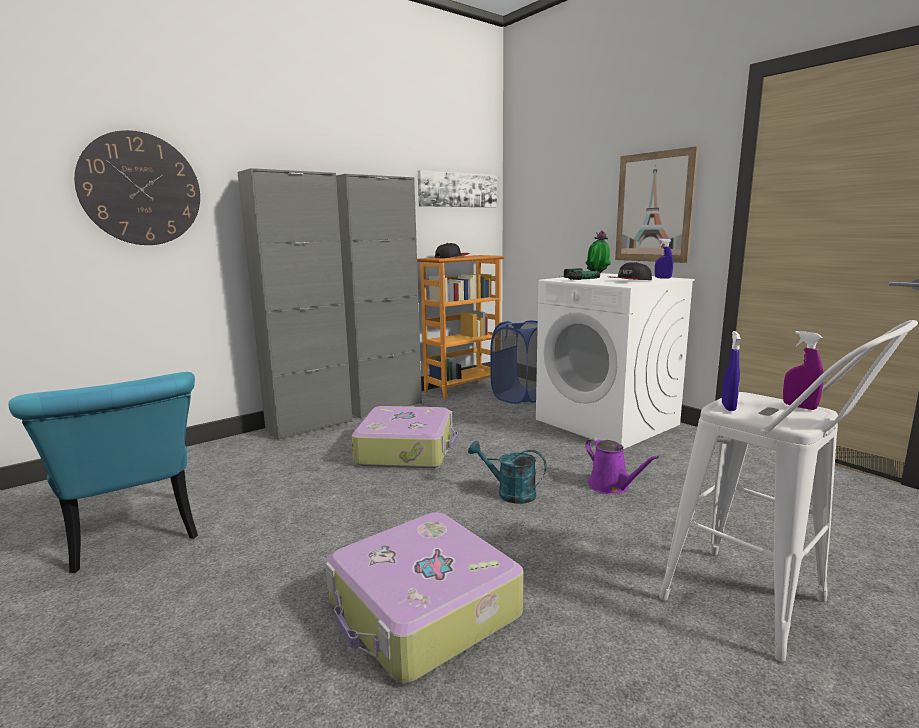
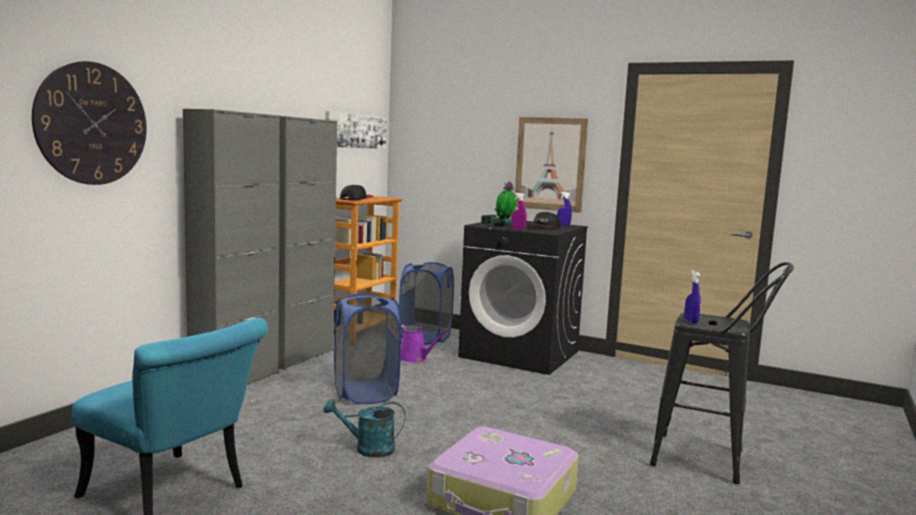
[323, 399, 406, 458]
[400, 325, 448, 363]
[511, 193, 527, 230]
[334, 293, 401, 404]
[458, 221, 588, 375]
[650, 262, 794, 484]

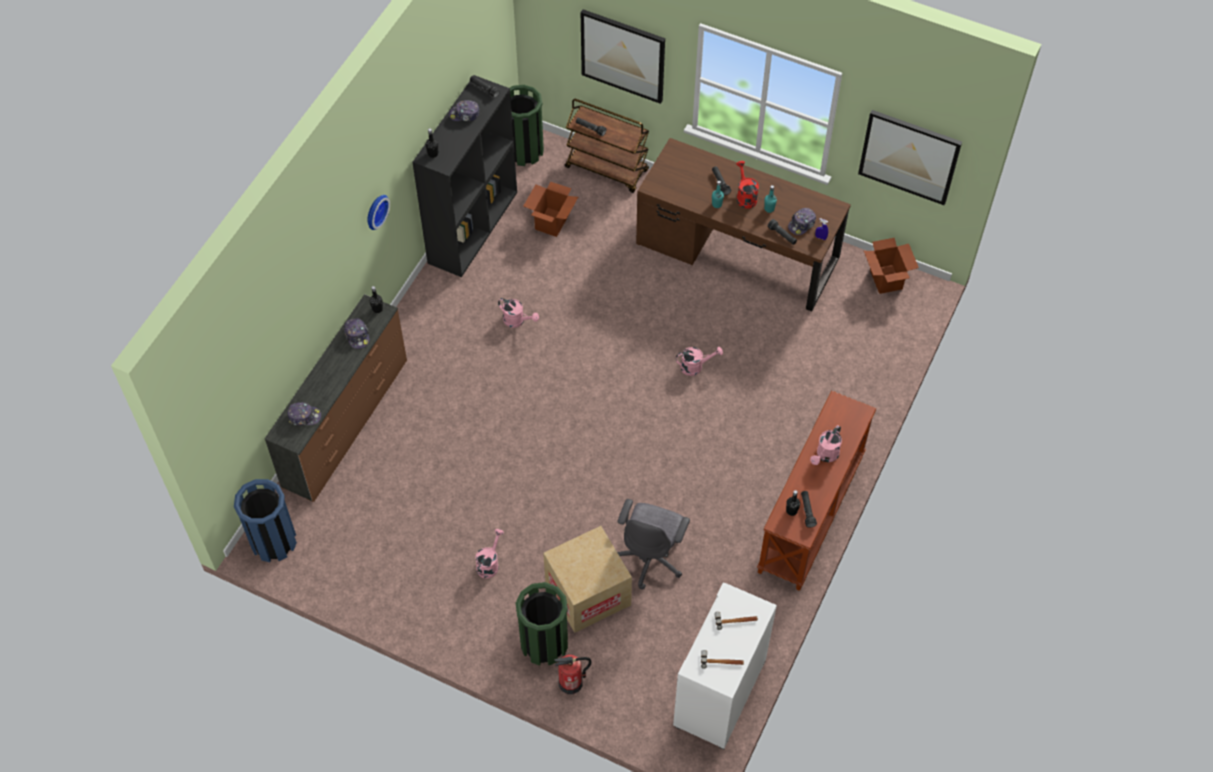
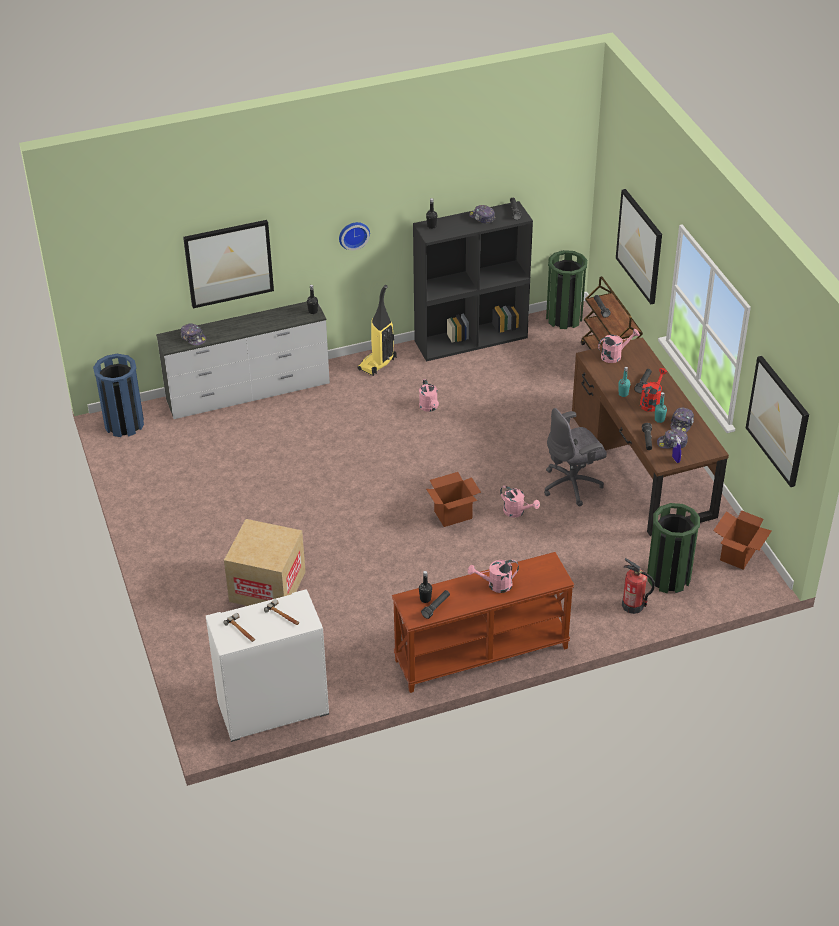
[183, 220, 274, 308]
[357, 285, 397, 376]
[670, 407, 694, 432]
[598, 329, 640, 363]
[647, 503, 700, 593]
[426, 472, 481, 527]
[622, 558, 655, 614]
[545, 408, 607, 506]
[156, 302, 330, 419]

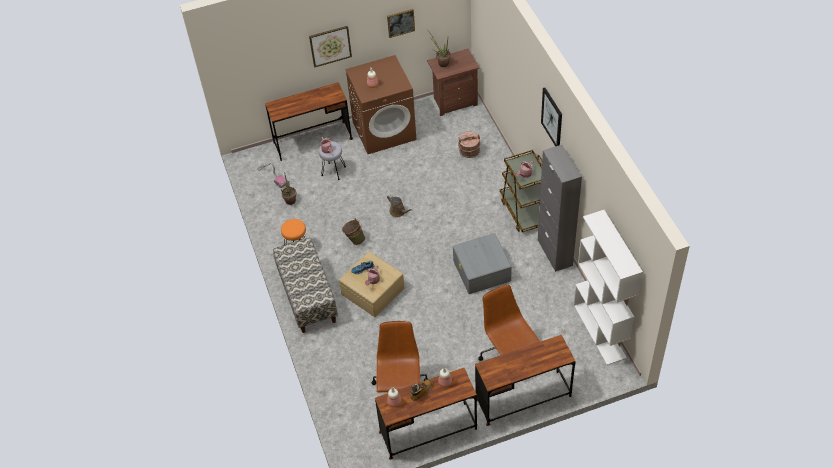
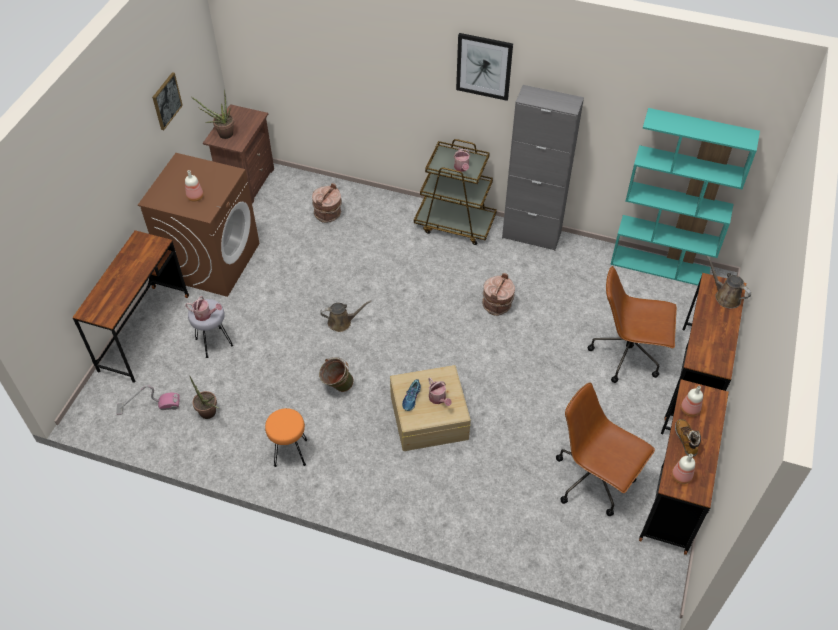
[273, 238, 338, 333] (first image)
[309, 26, 352, 67] (first image)
[707, 256, 751, 309]
[482, 273, 515, 316]
[610, 108, 760, 286]

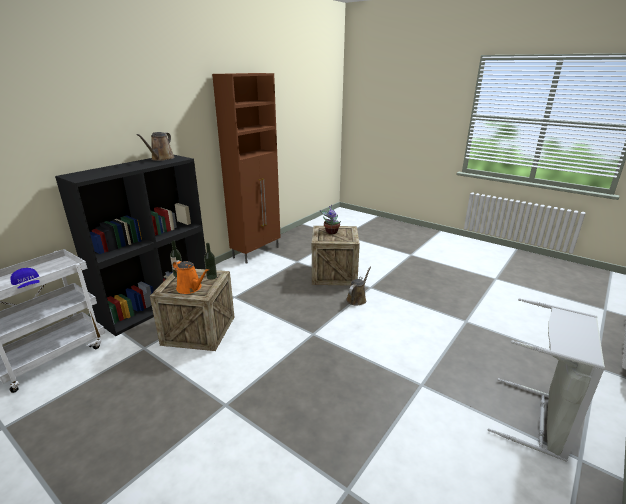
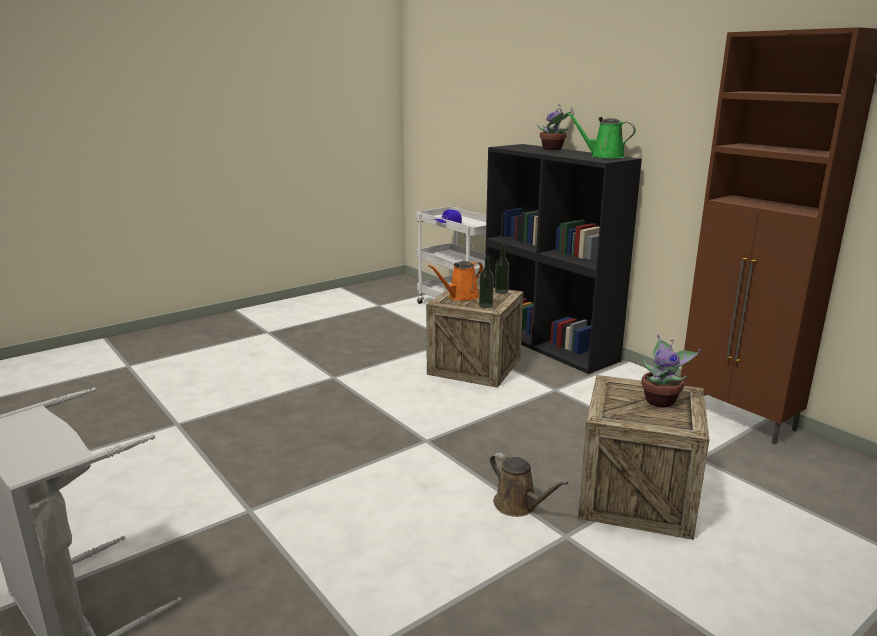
[537, 104, 572, 150]
[567, 112, 636, 159]

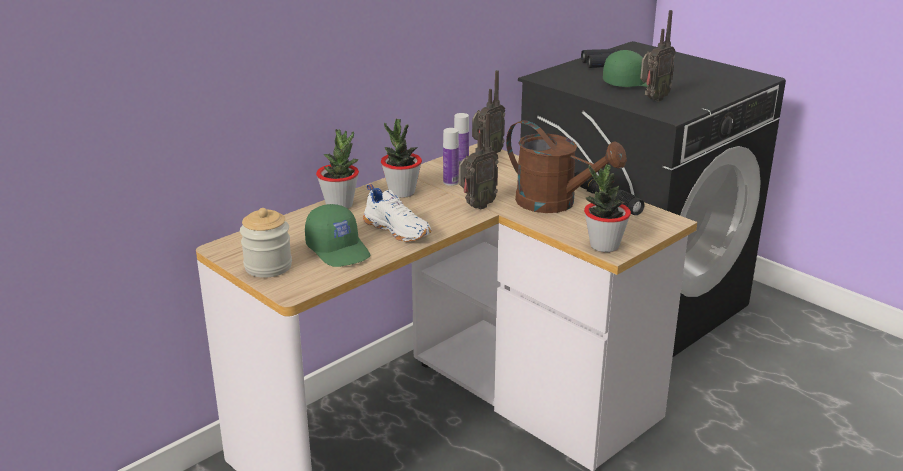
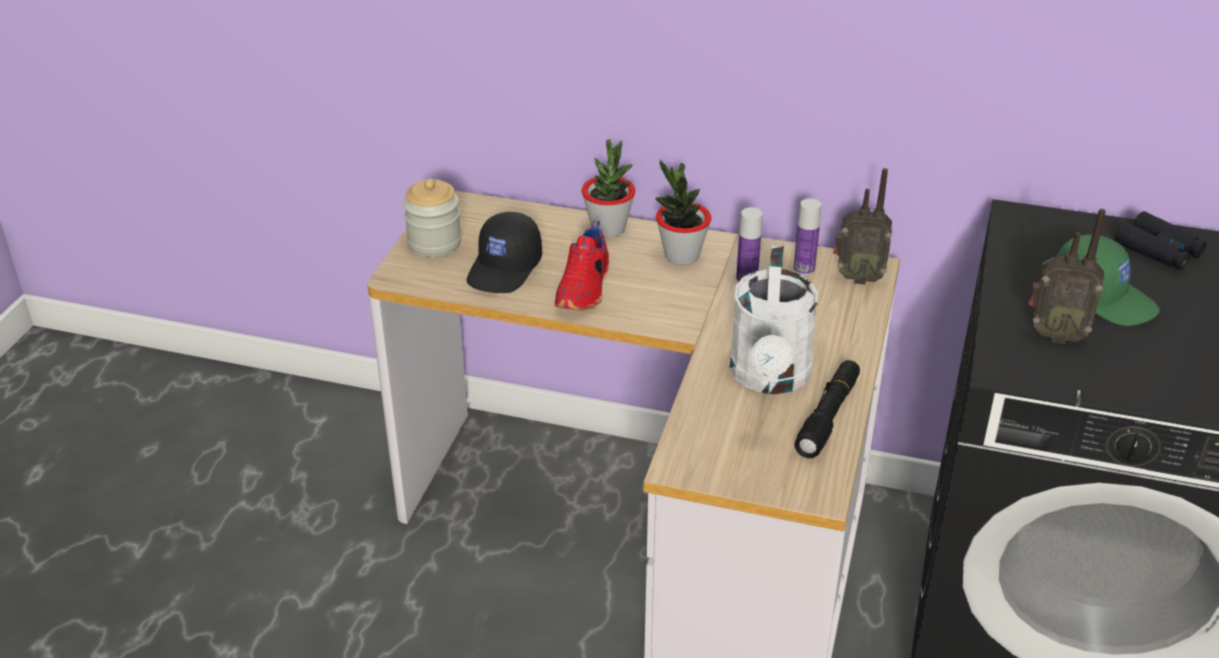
[459, 113, 499, 209] (first image)
[584, 164, 631, 252] (first image)
[467, 212, 542, 293]
[555, 220, 609, 310]
[730, 245, 818, 394]

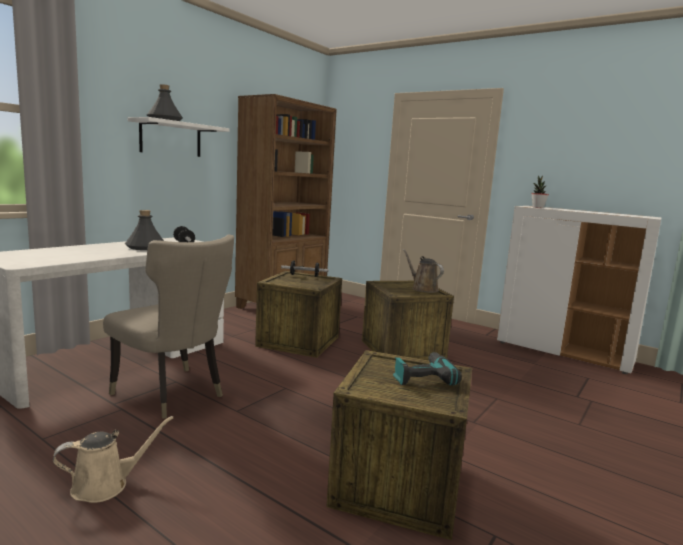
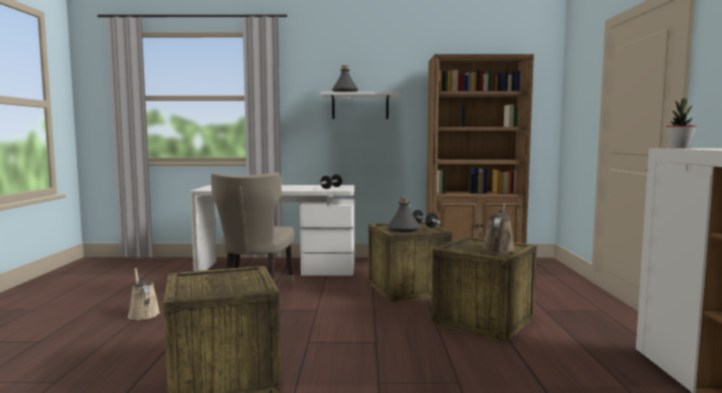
[393, 352, 462, 386] (first image)
[388, 197, 420, 232]
[128, 268, 160, 320]

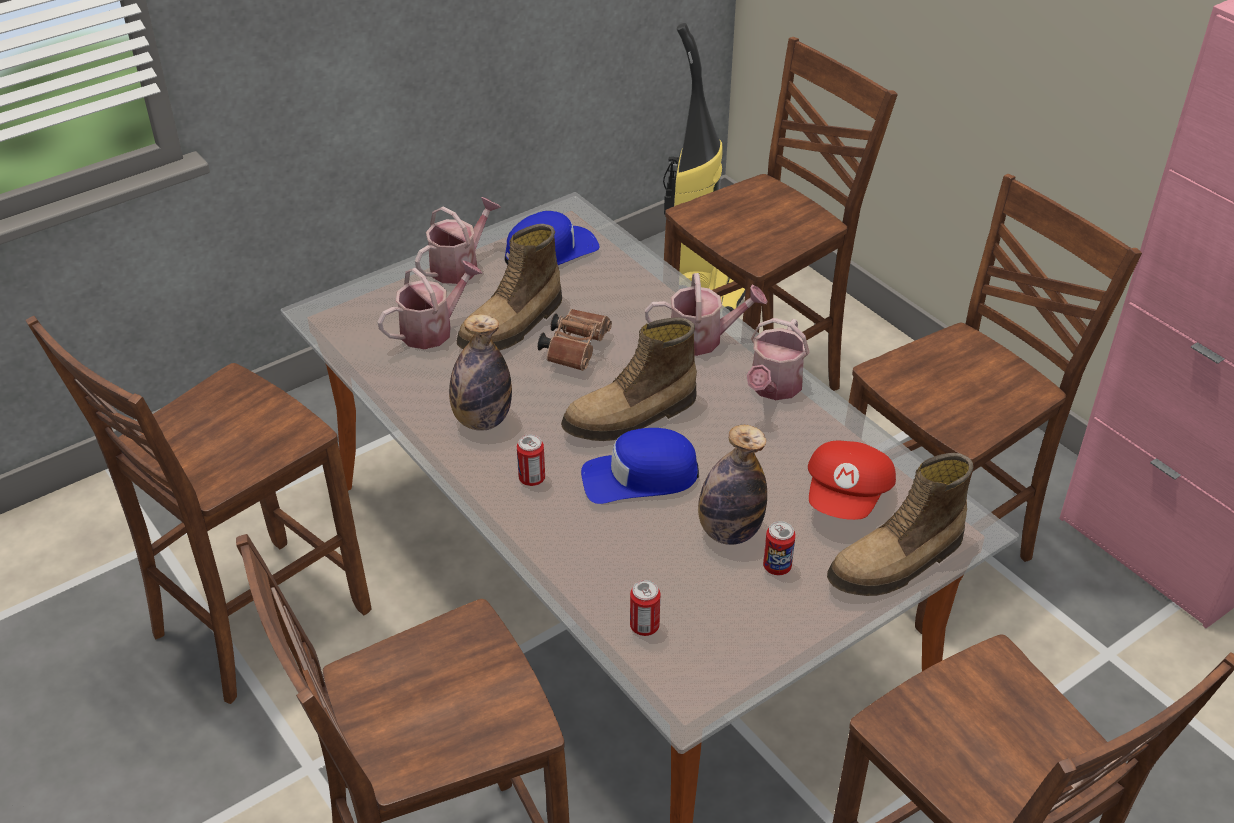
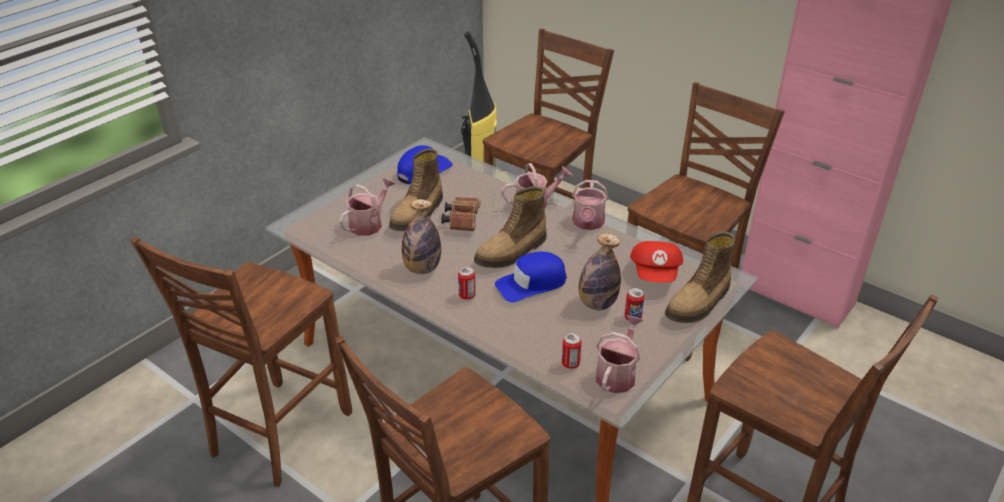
[596, 315, 644, 393]

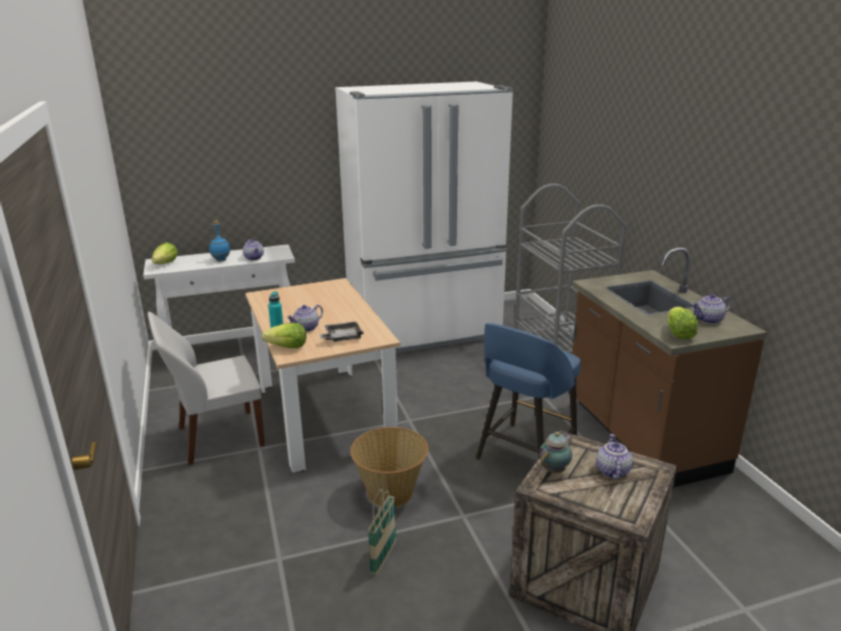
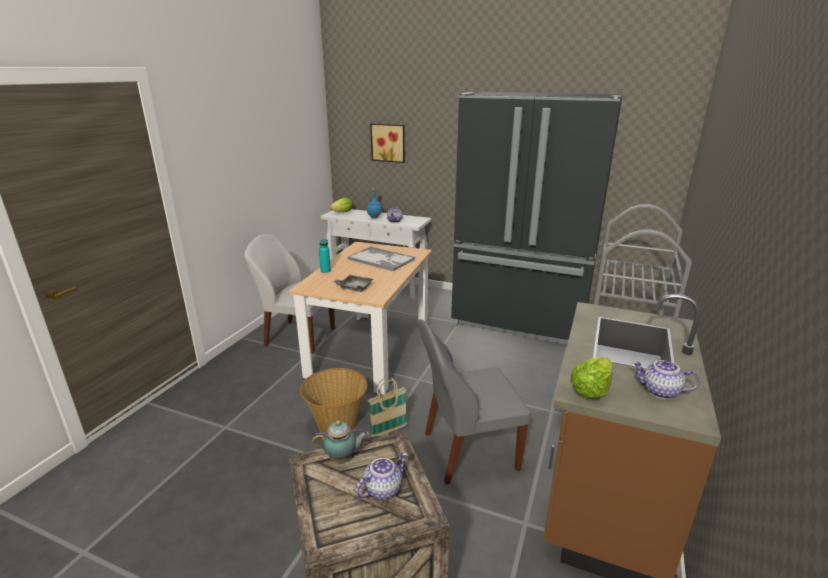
[262, 323, 306, 348] (first image)
[287, 305, 323, 332] (first image)
[348, 247, 415, 271]
[370, 124, 405, 163]
[368, 377, 407, 437]
[418, 319, 530, 484]
[451, 92, 623, 345]

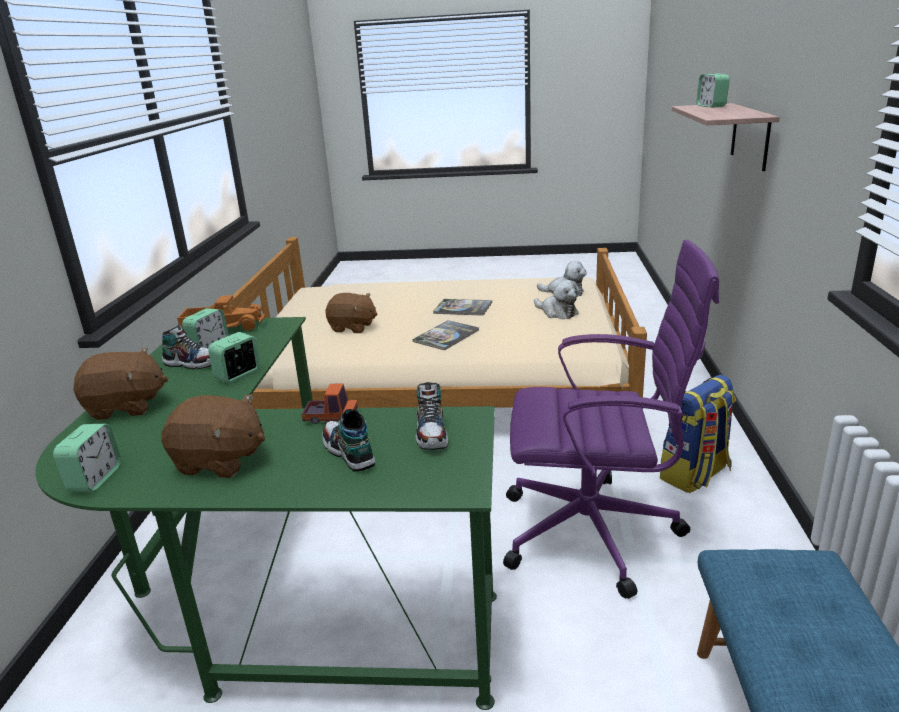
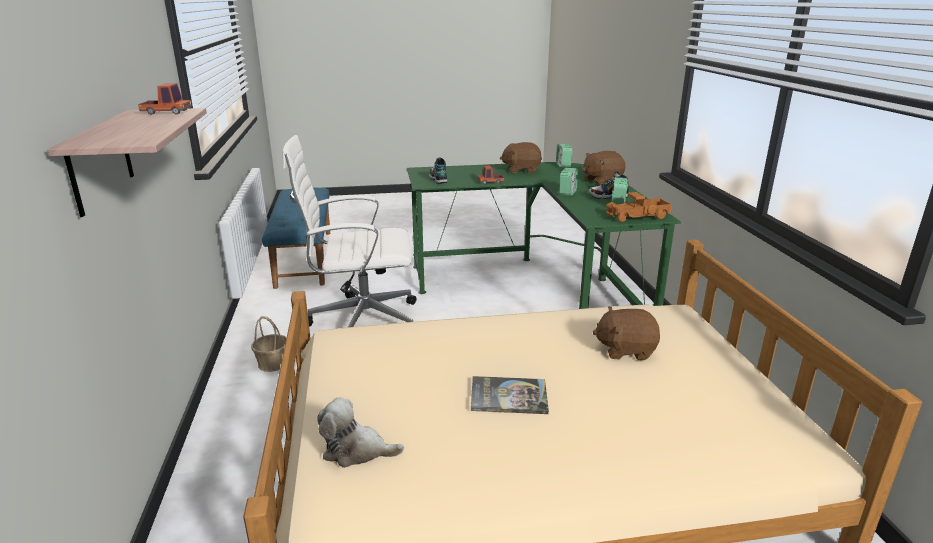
[322, 409, 375, 472] (first image)
[412, 320, 479, 350] (first image)
[534, 280, 580, 319] (first image)
[697, 73, 730, 108] (first image)
[138, 83, 192, 115]
[251, 316, 287, 372]
[282, 135, 417, 328]

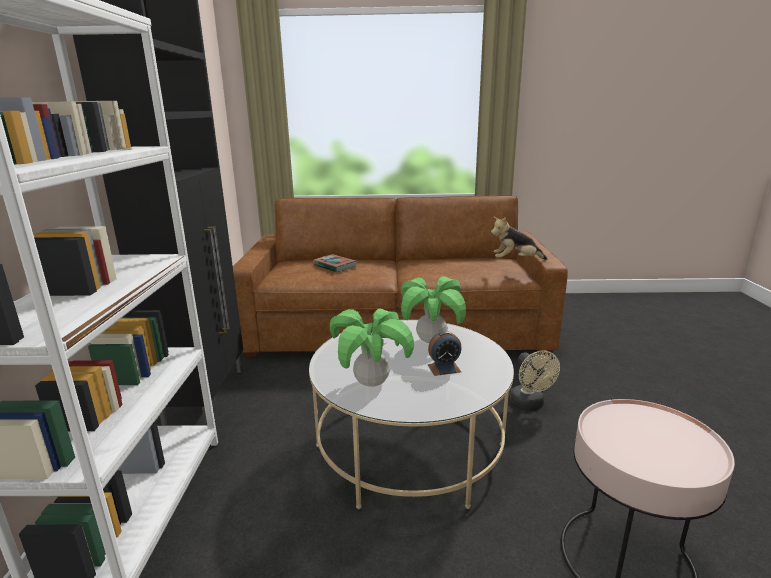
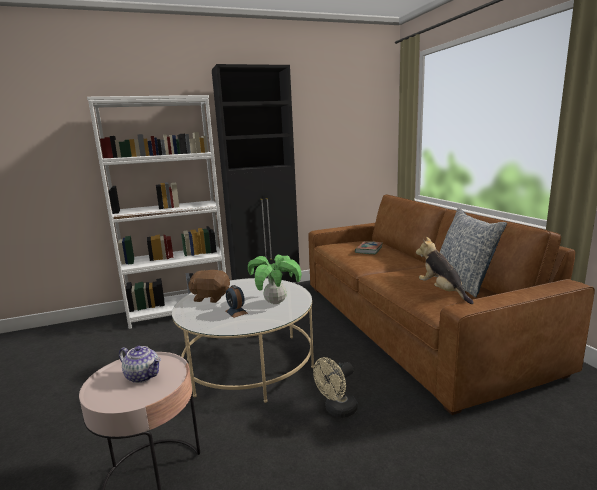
[119, 346, 161, 383]
[440, 208, 507, 297]
[188, 269, 230, 303]

